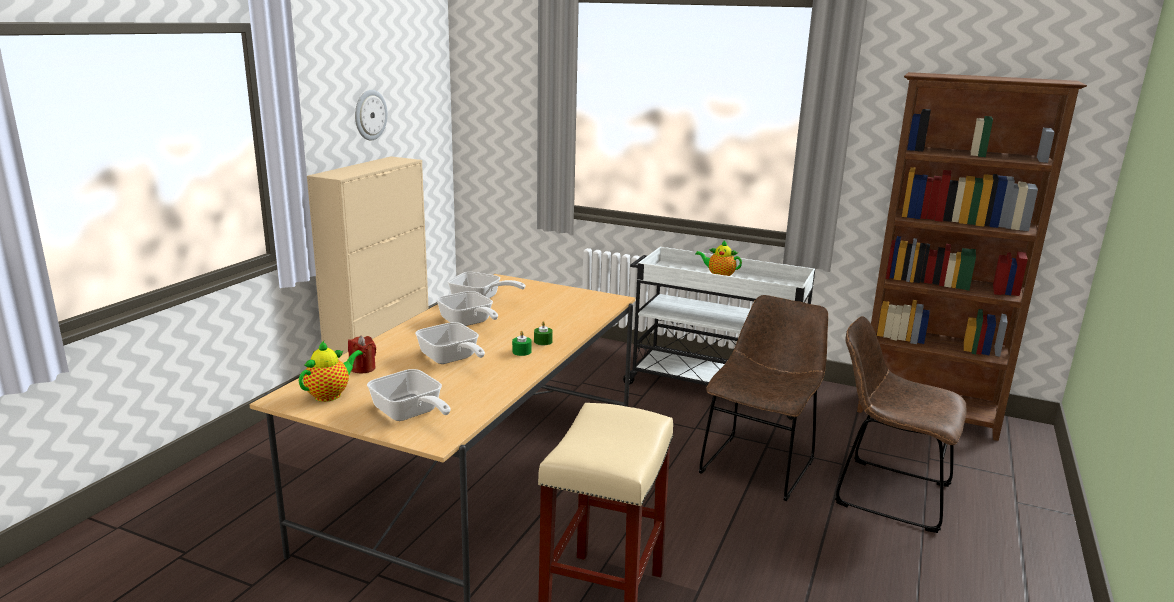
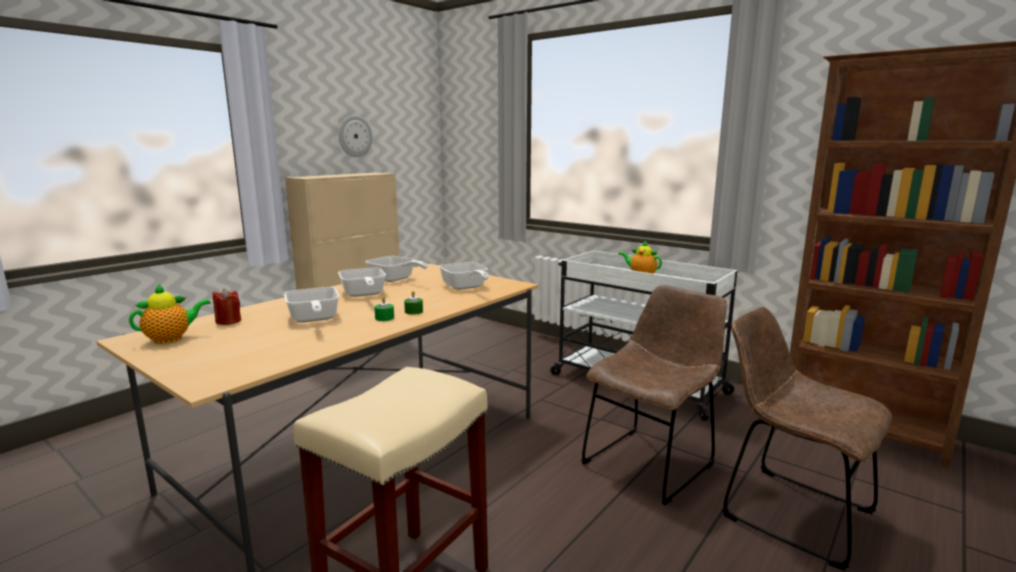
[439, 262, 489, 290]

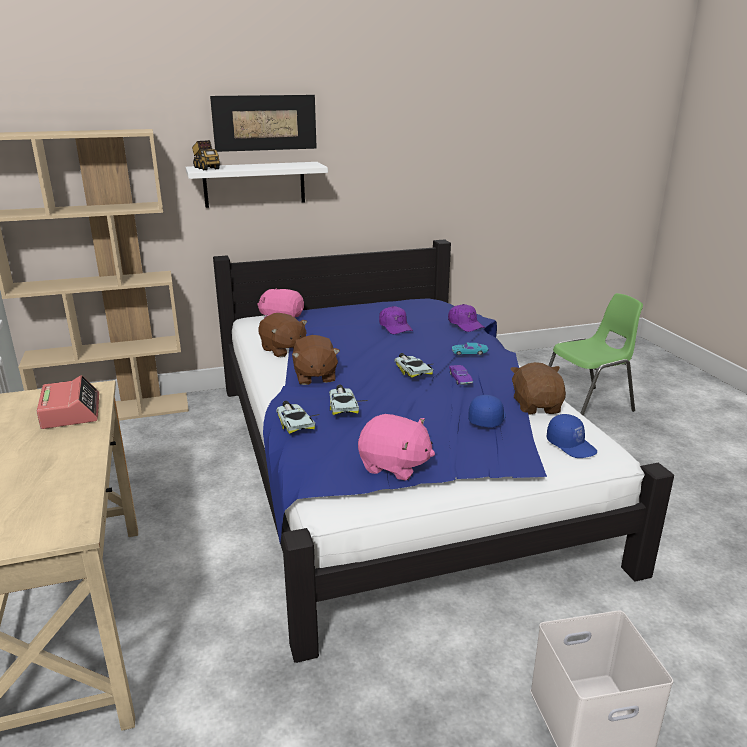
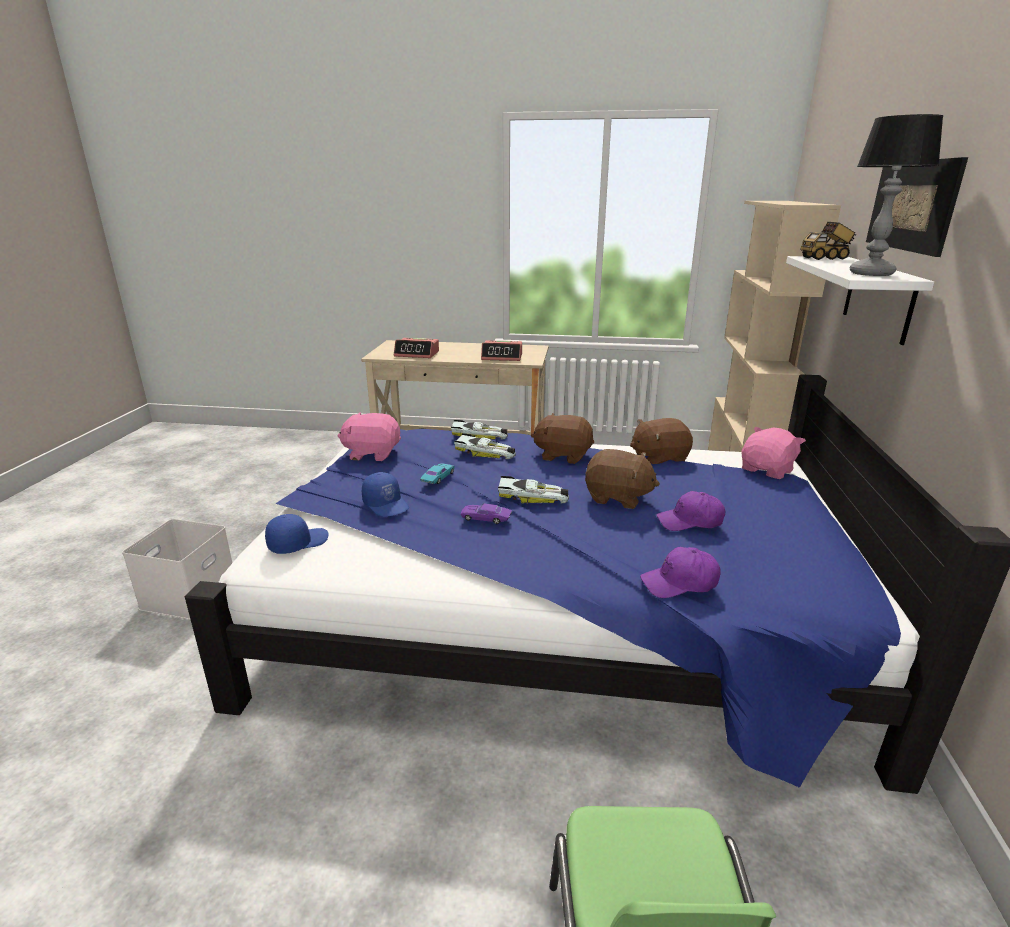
[394, 338, 439, 358]
[850, 114, 943, 276]
[420, 463, 455, 484]
[585, 449, 660, 509]
[338, 412, 401, 461]
[265, 514, 329, 554]

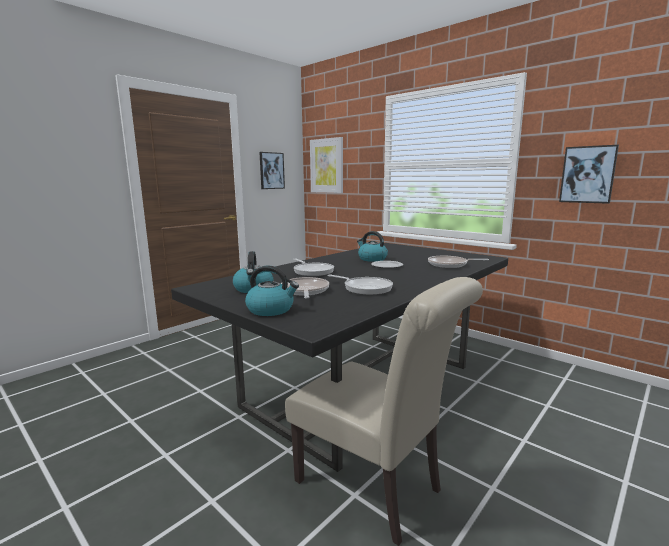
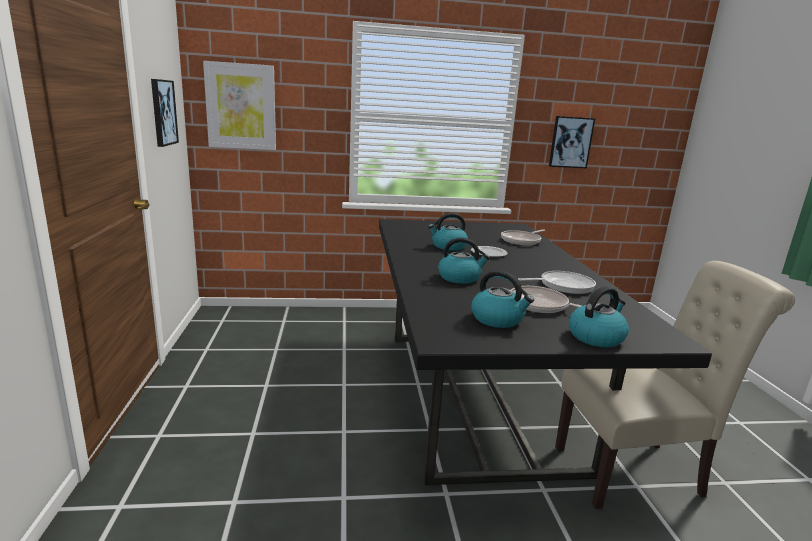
[438, 238, 490, 284]

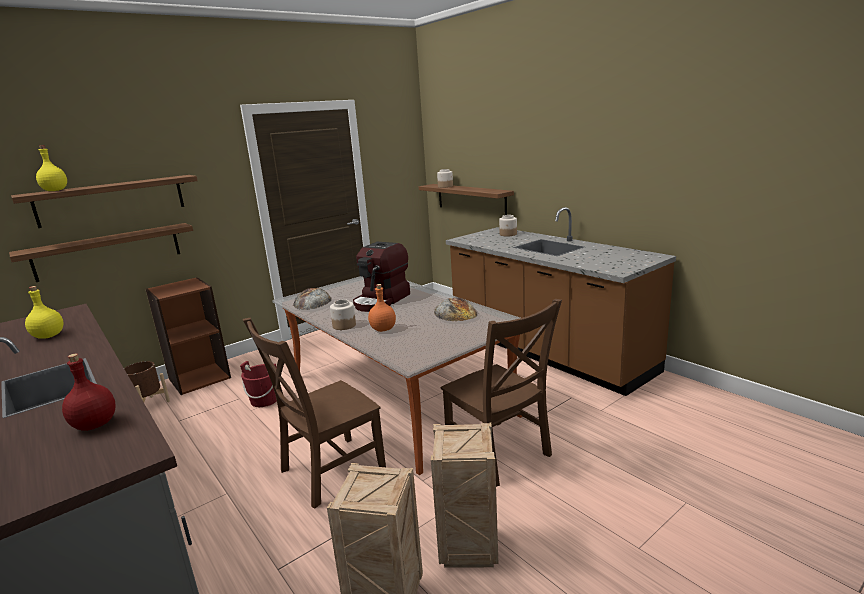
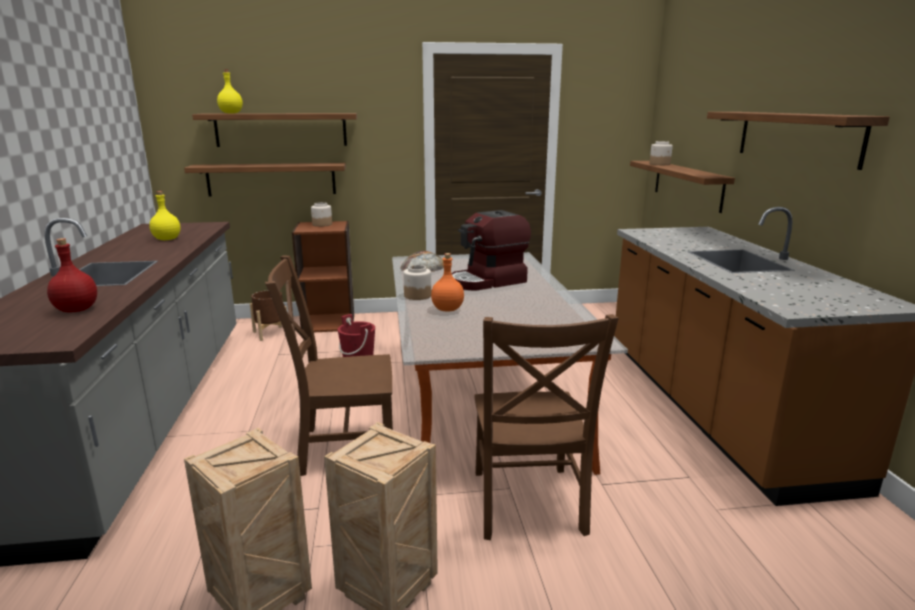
[434, 297, 477, 321] (first image)
[707, 112, 890, 170]
[311, 202, 332, 227]

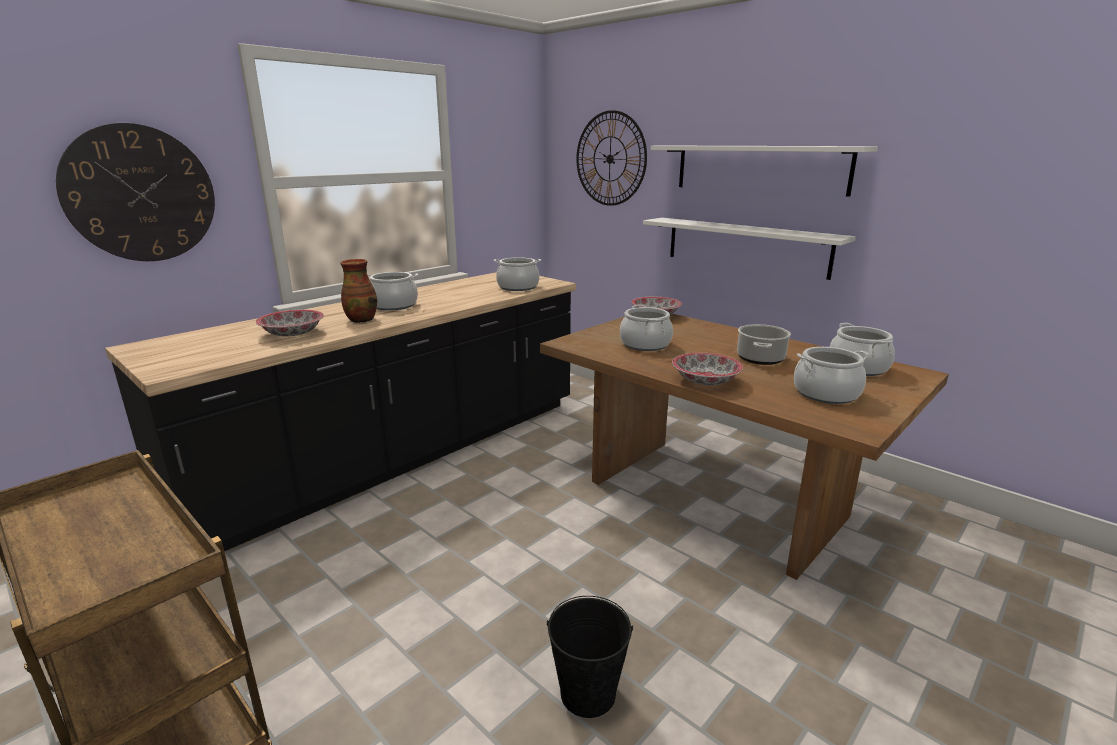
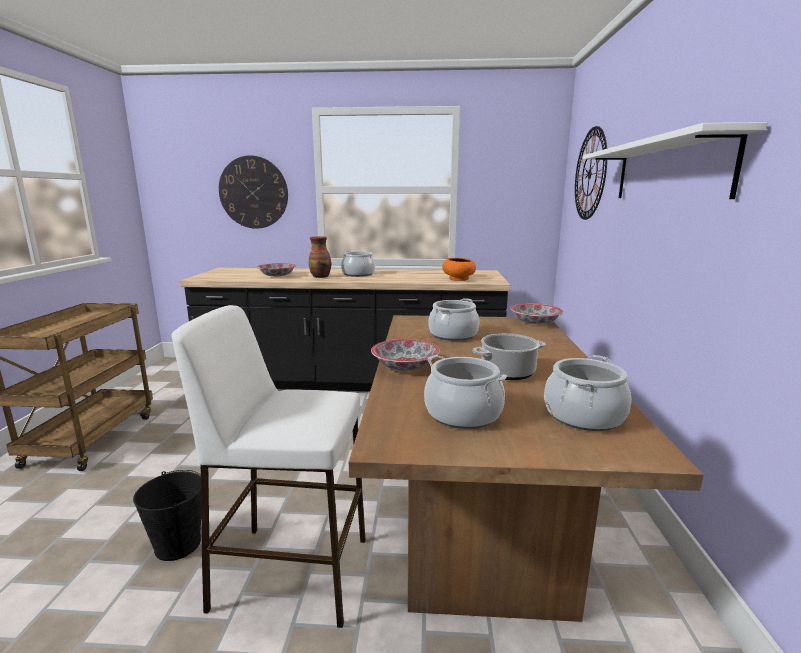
[643, 218, 856, 280] (first image)
[171, 305, 366, 628]
[442, 258, 476, 281]

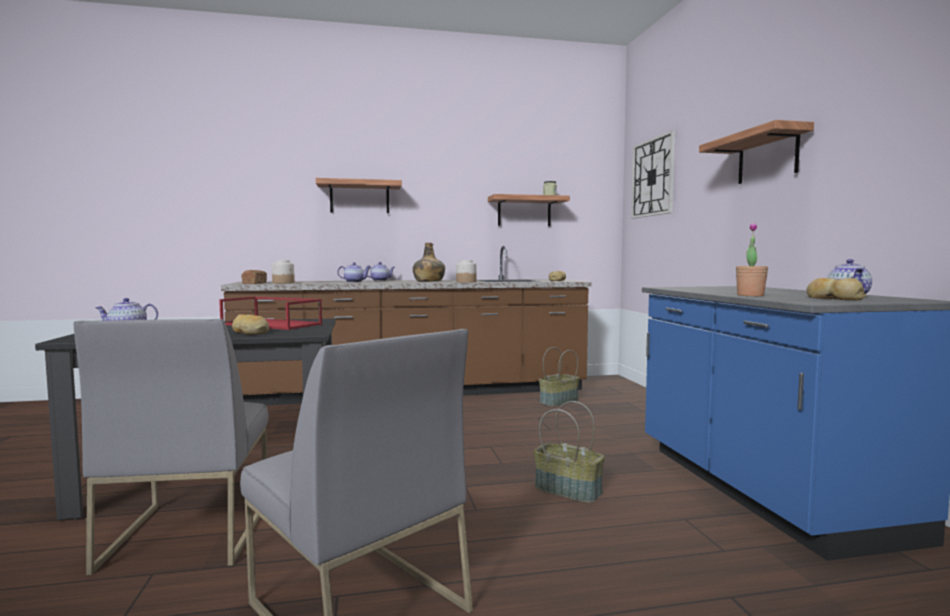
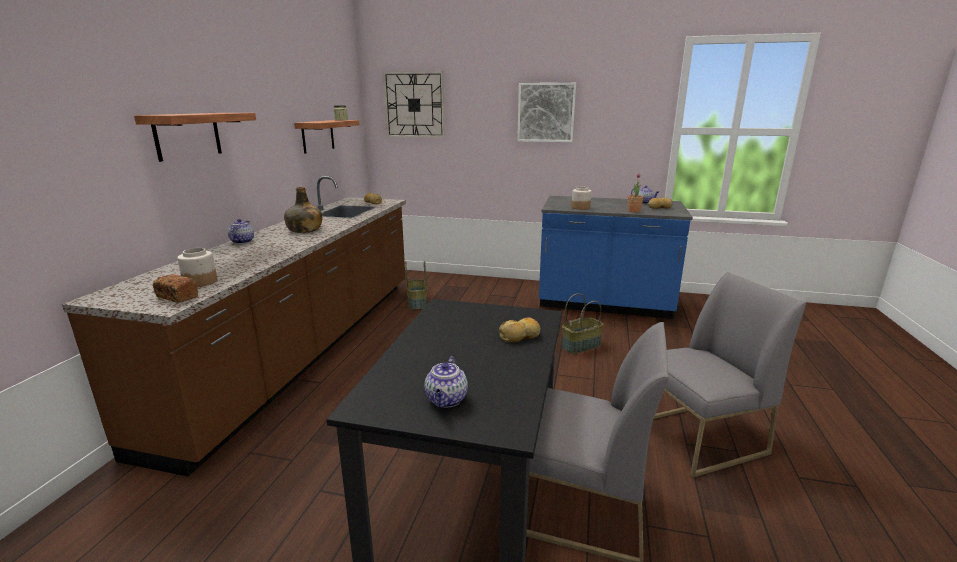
[219, 296, 323, 330] (first image)
[337, 262, 370, 282] (first image)
[571, 187, 592, 210]
[517, 83, 576, 142]

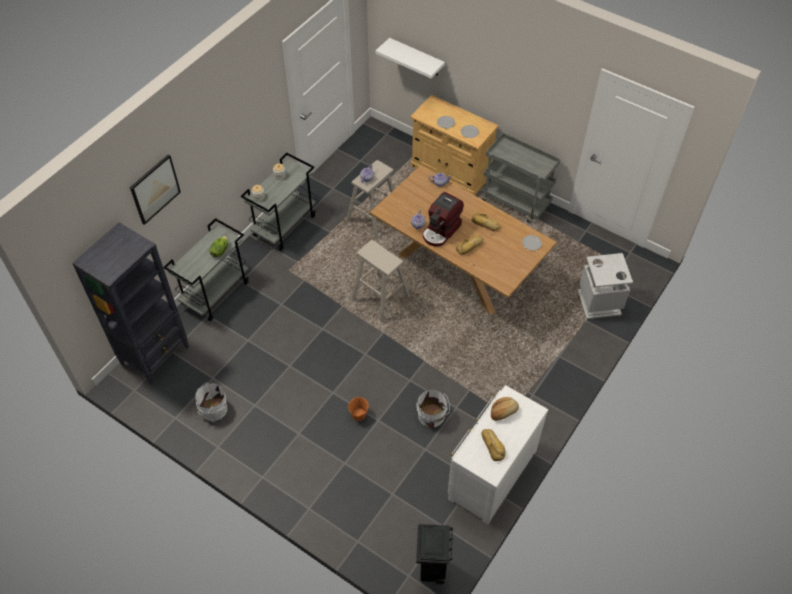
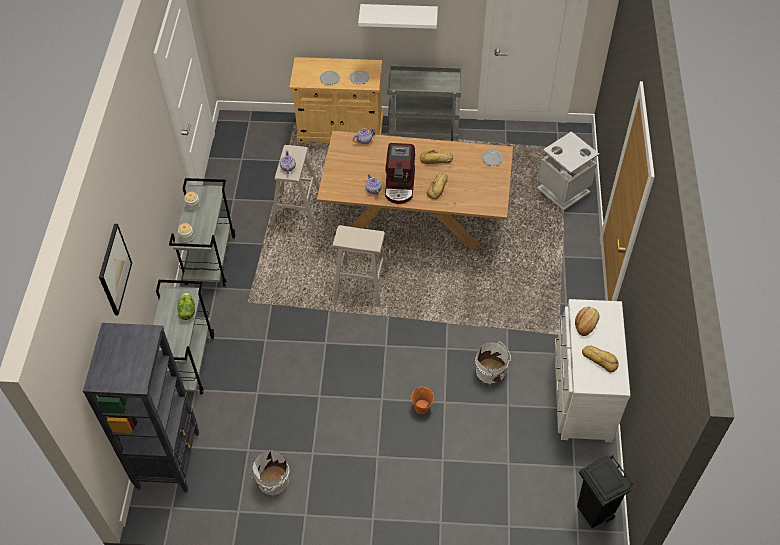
[358, 4, 438, 29]

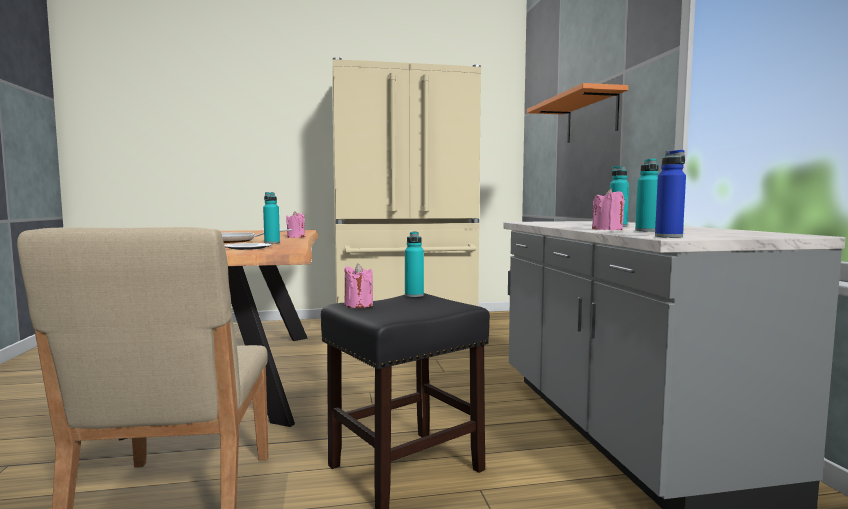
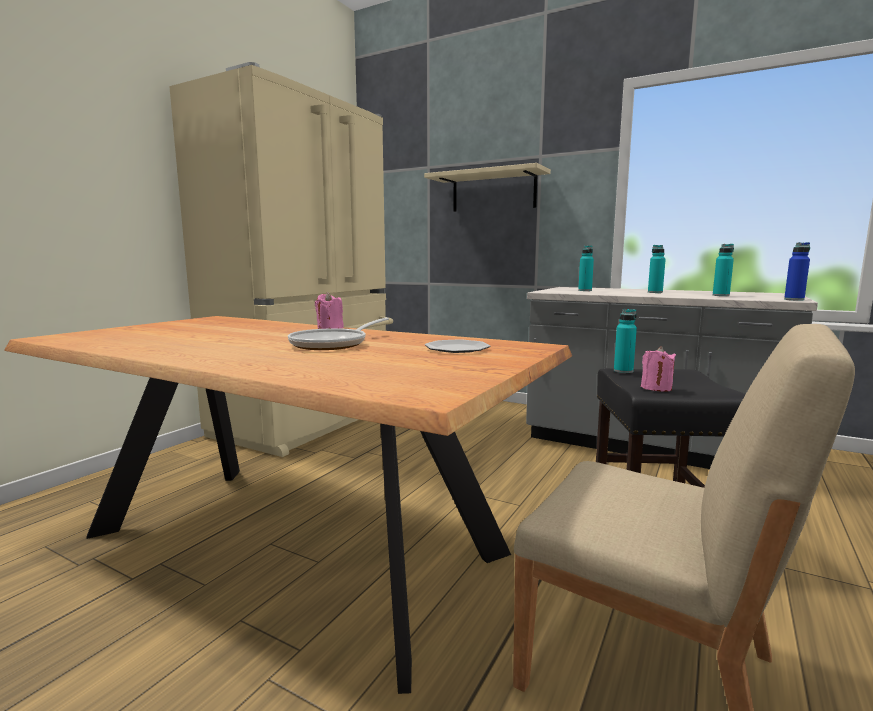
[592, 189, 625, 230] (first image)
[578, 245, 594, 291]
[424, 163, 551, 212]

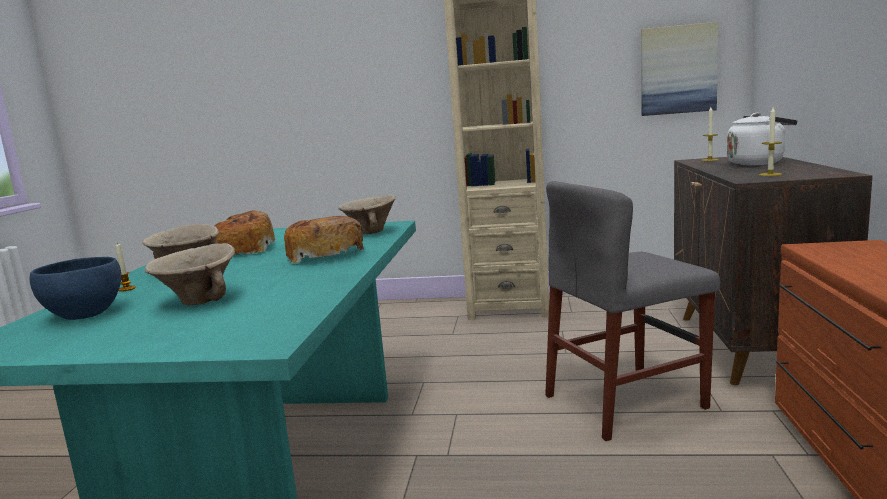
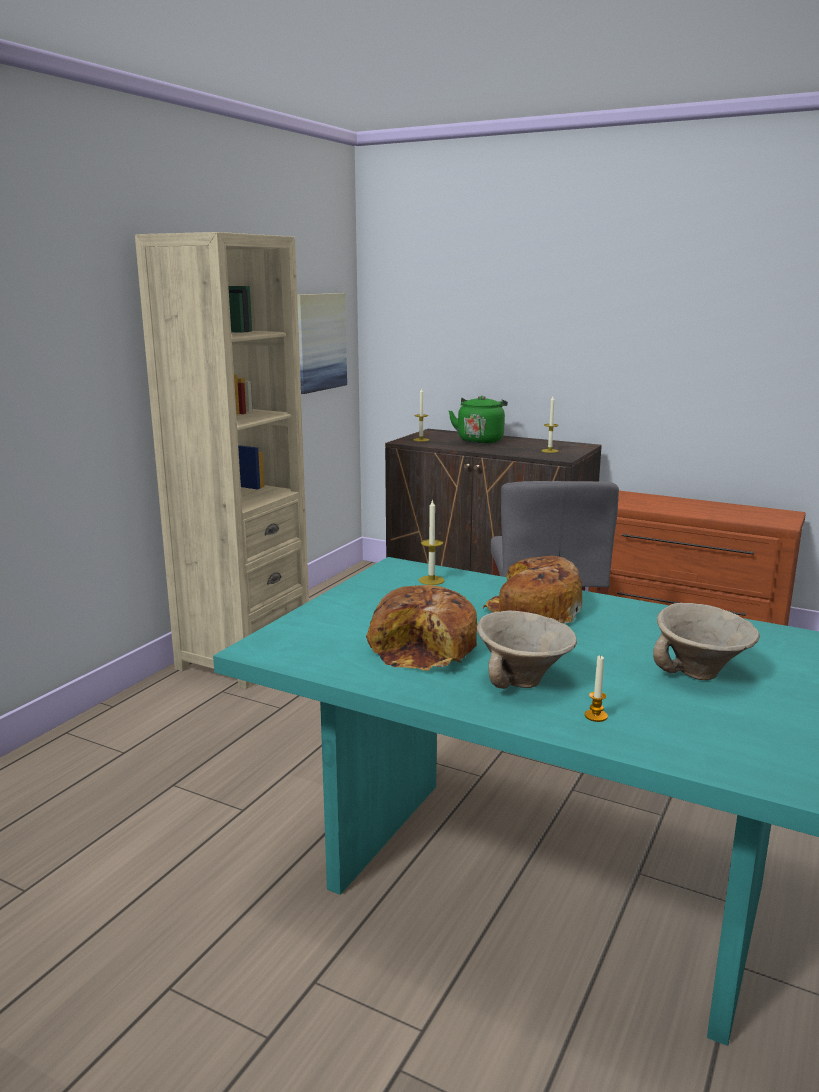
[30, 257, 121, 320] (first image)
[419, 499, 445, 585]
[449, 396, 508, 444]

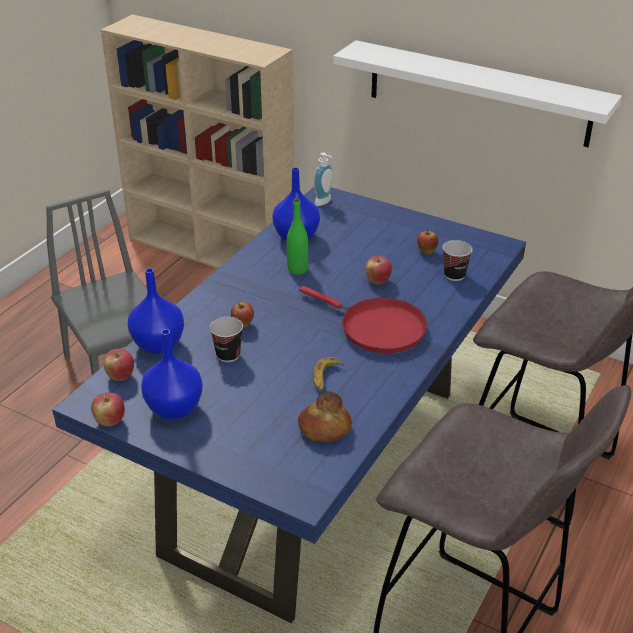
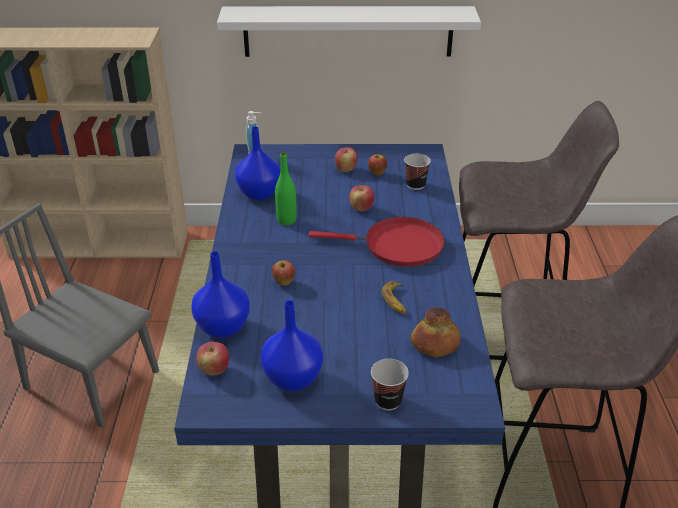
[335, 147, 358, 172]
[371, 359, 409, 410]

